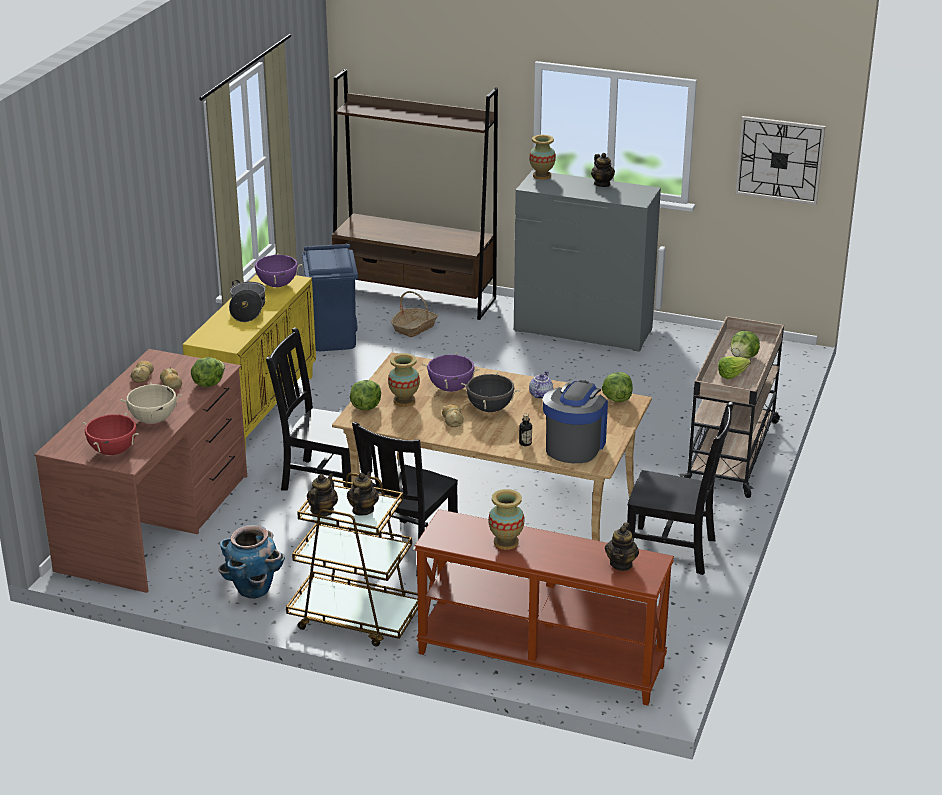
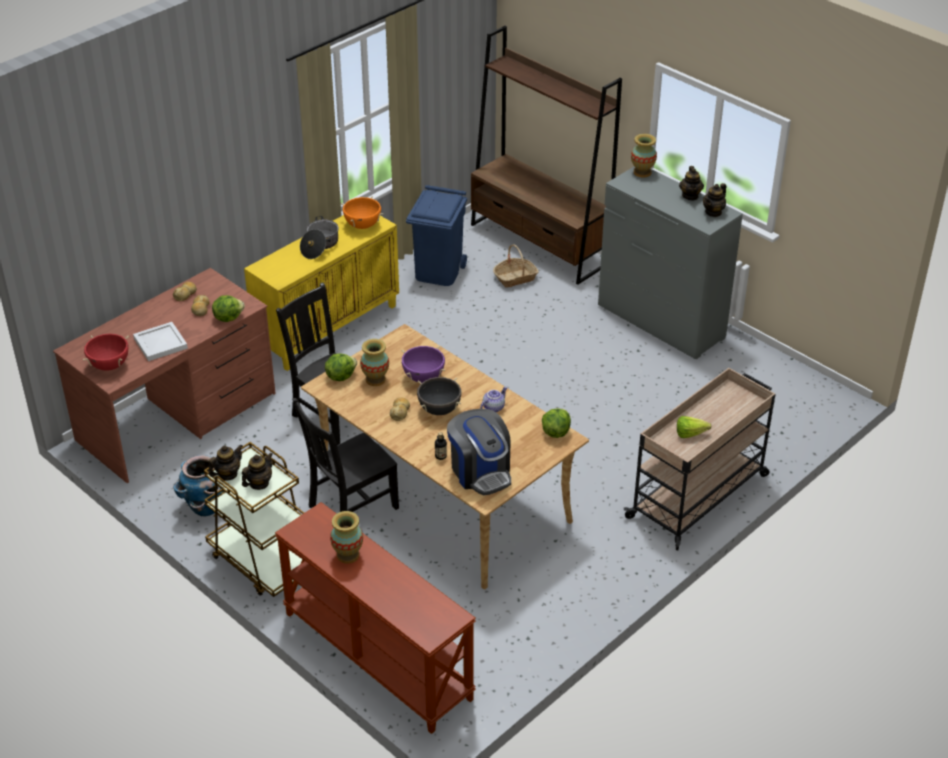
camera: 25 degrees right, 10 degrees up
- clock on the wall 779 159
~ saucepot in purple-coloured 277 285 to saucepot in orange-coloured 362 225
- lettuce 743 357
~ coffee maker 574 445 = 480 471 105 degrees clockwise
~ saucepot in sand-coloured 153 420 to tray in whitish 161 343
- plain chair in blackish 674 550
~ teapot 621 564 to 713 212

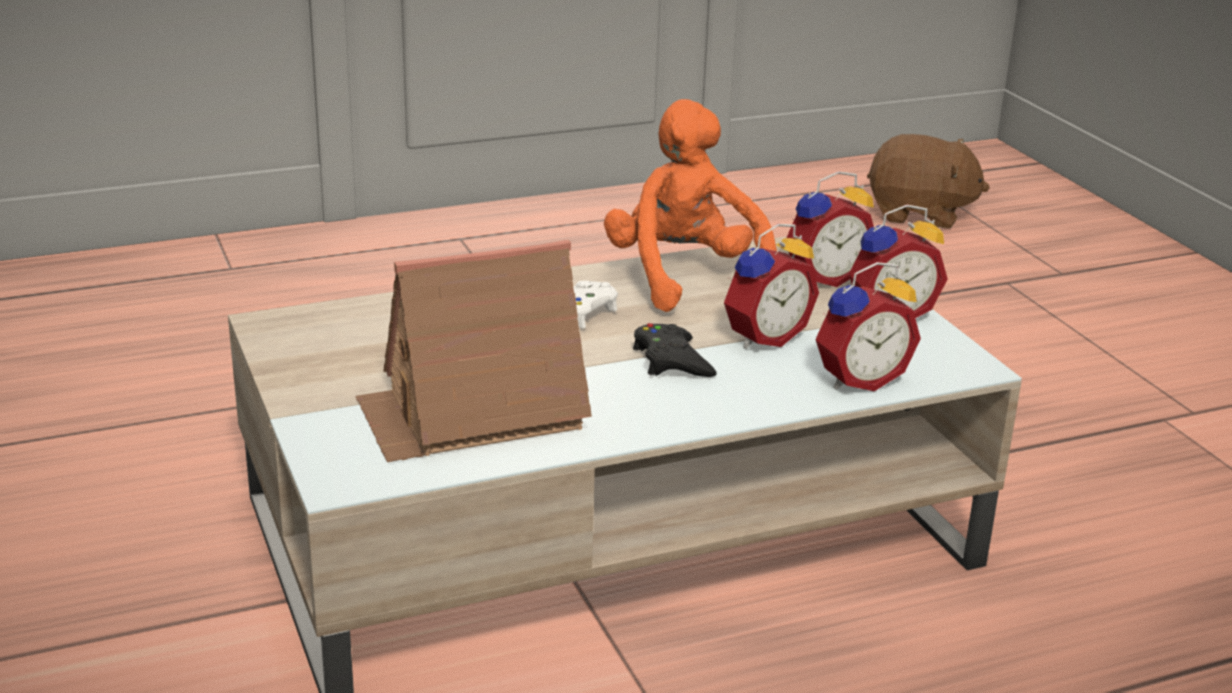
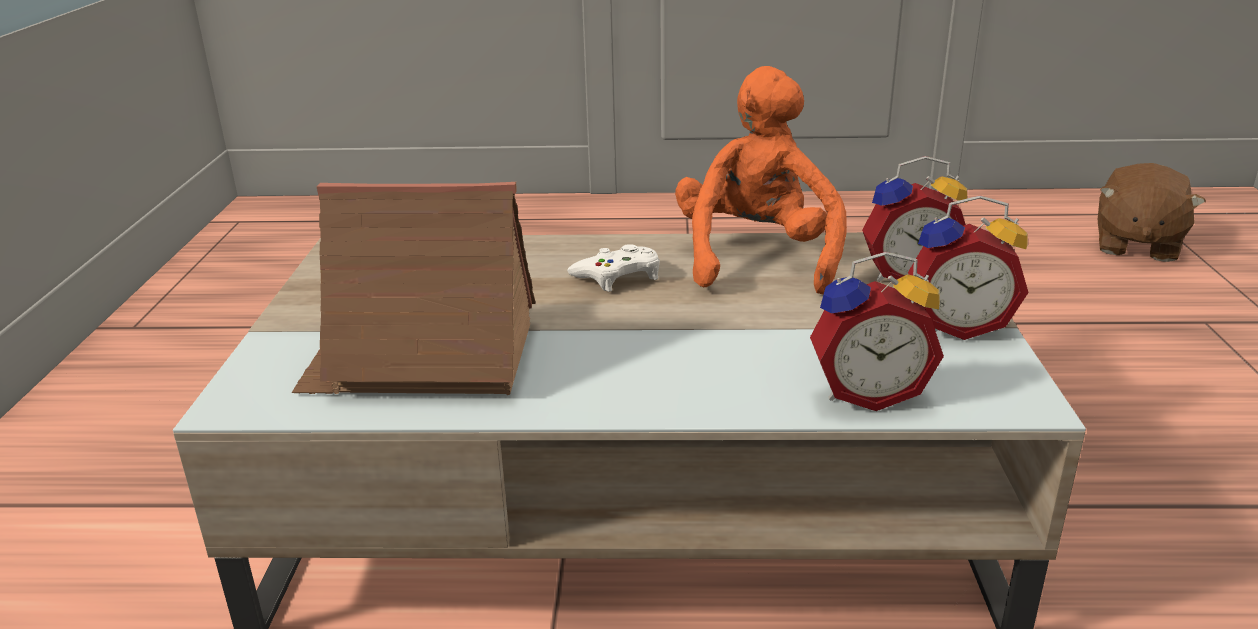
camera: 25 degrees right, 0 degrees up
~ soft toy in brownish 920 214 = 1135 245 75 degrees clockwise
- bedside clock 763 337
- game controller in blackish 671 361

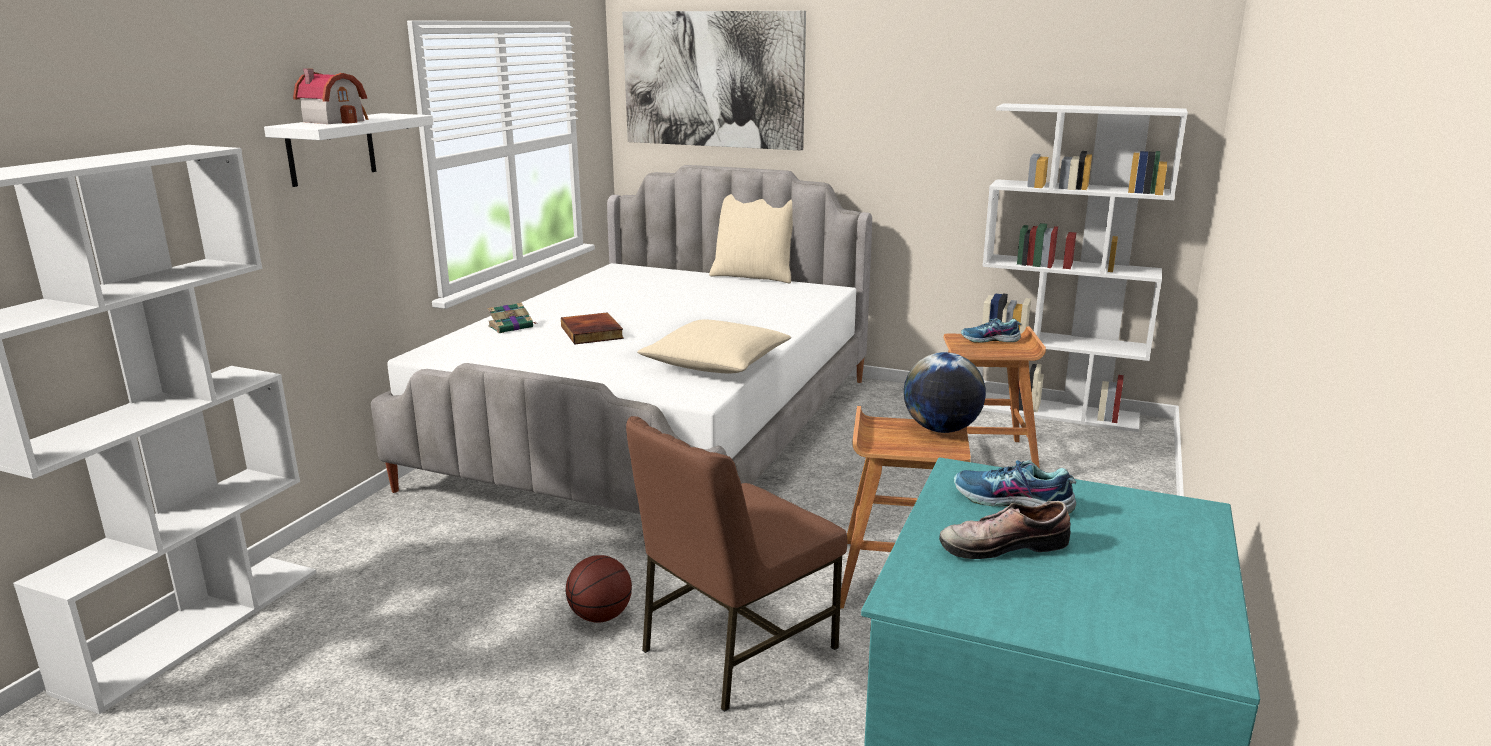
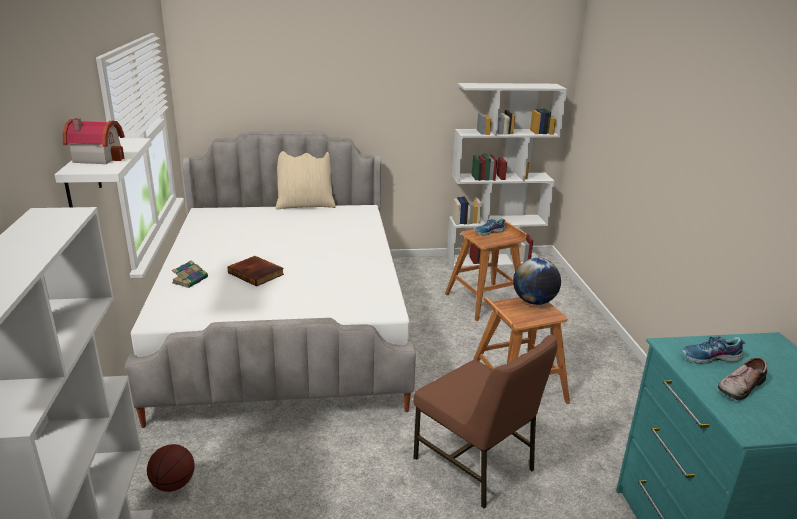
camera: 30 degrees left, 5 degrees up
- wall picture 713 79
- cushion in sand-coloured 716 363
~ plain chair in brownish 735 648 = 476 464 60 degrees counterclockwise
~ basketball ball 600 616 to 173 484

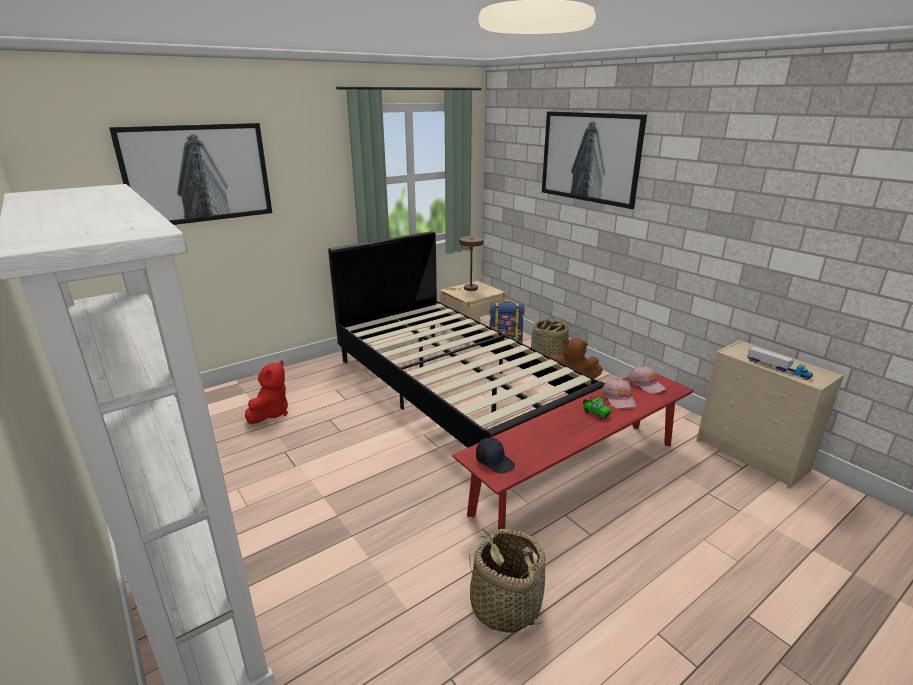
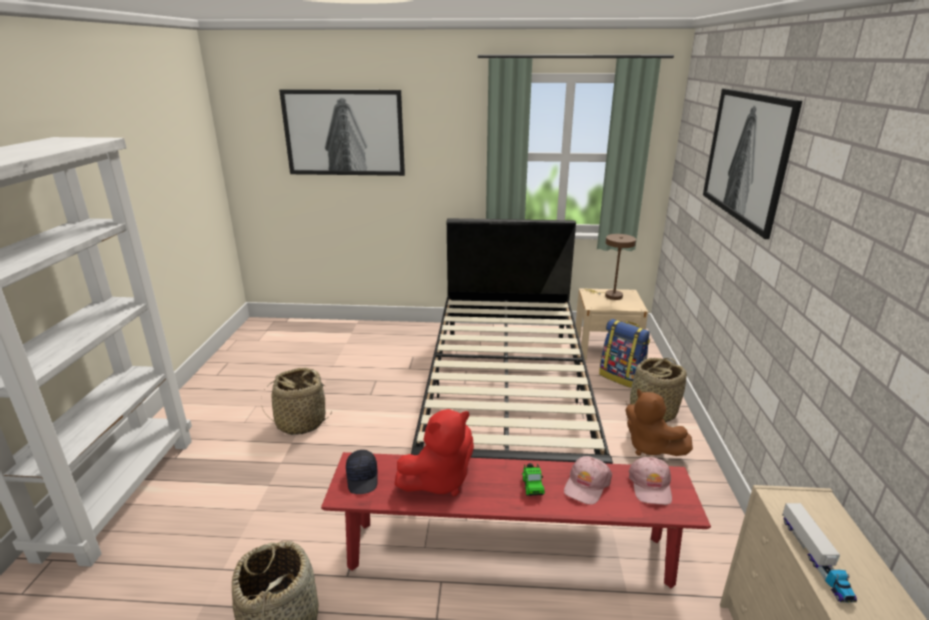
camera: 40 degrees right, 0 degrees up
~ soft toy in red-coloured 270 413 to 439 480
+ basket 301 422

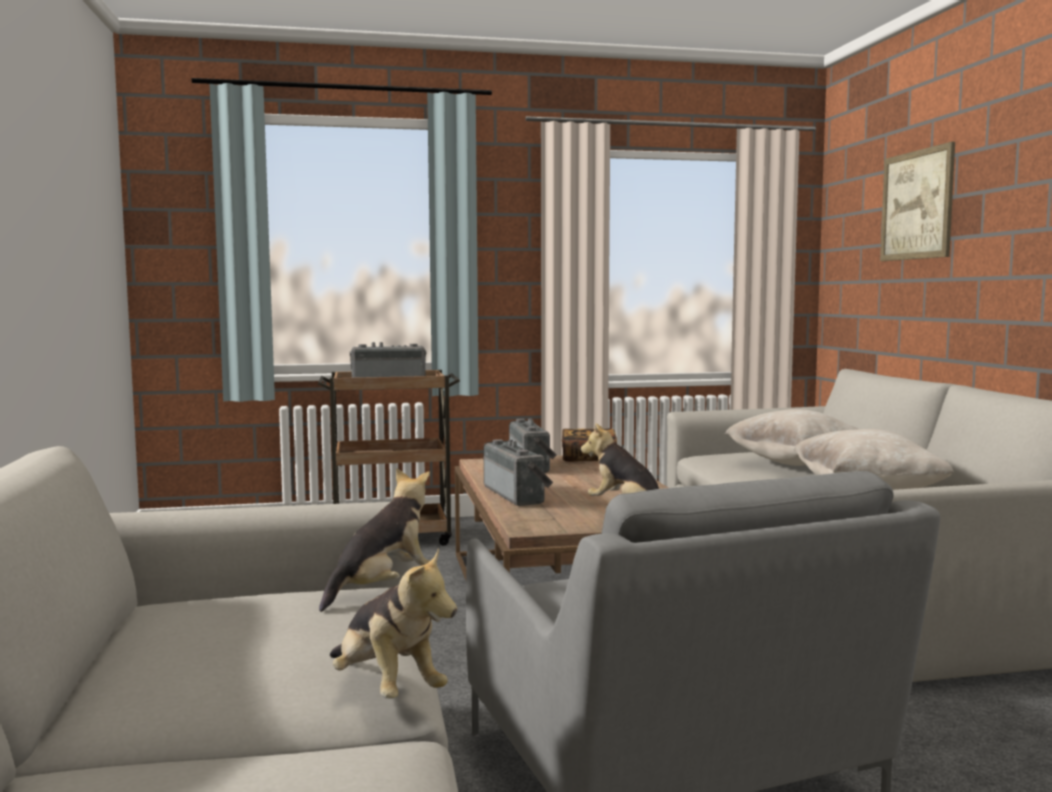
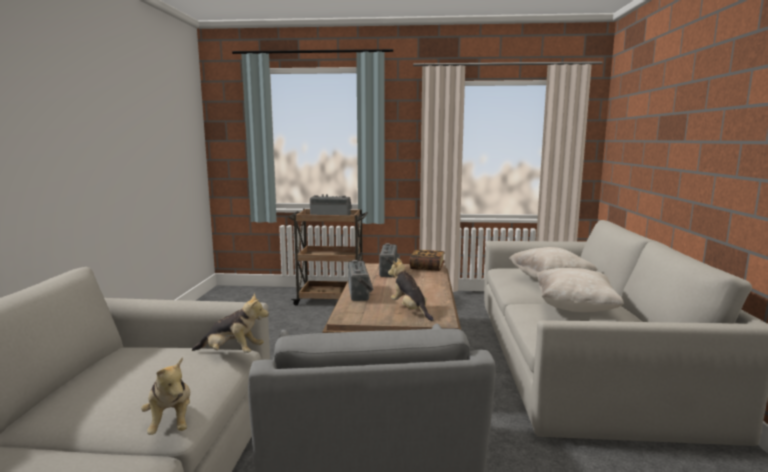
camera: 15 degrees right, 5 degrees up
- wall picture 917 205
~ soft toy 383 589 = 232 353 45 degrees clockwise

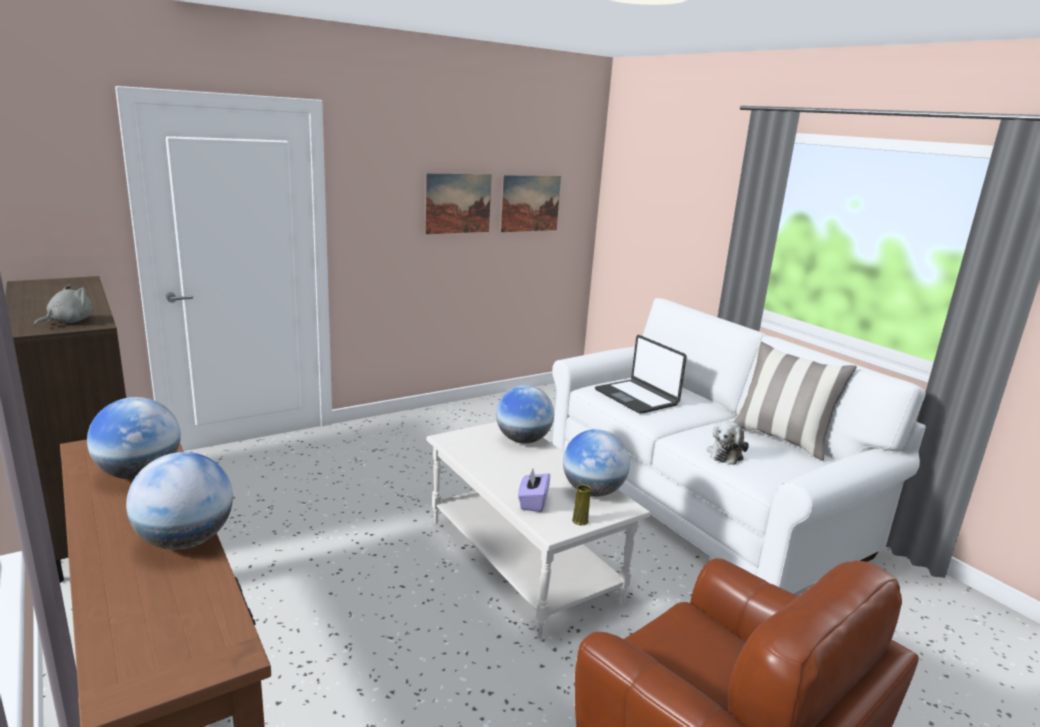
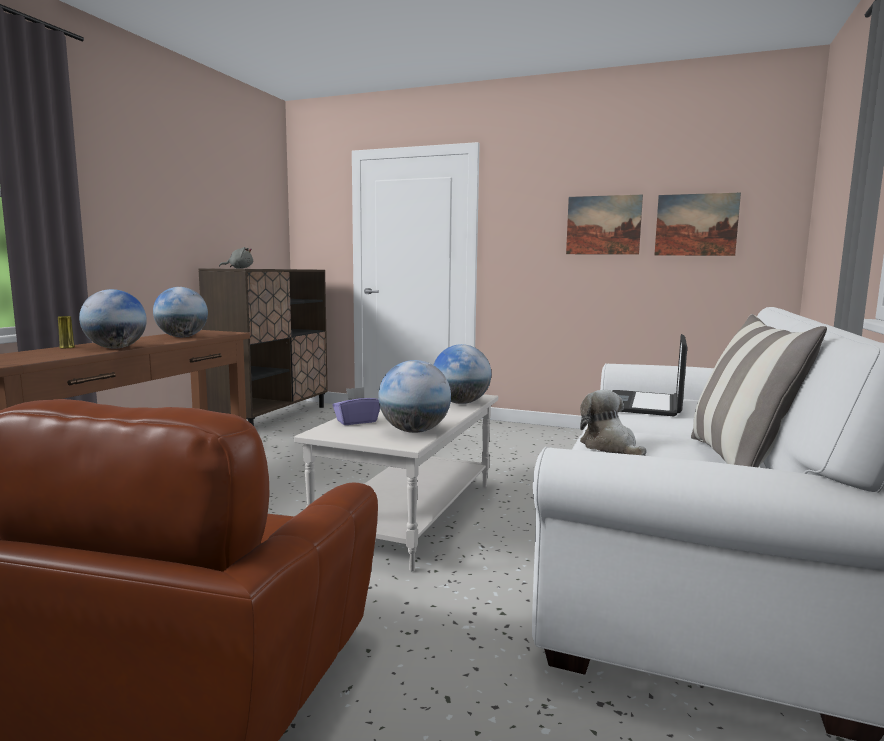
camera: 55 degrees right, 10 degrees down
~ soft toy 725 454 = 610 447 75 degrees clockwise
~ flower vase in yellow-coloured 580 521 to 67 347

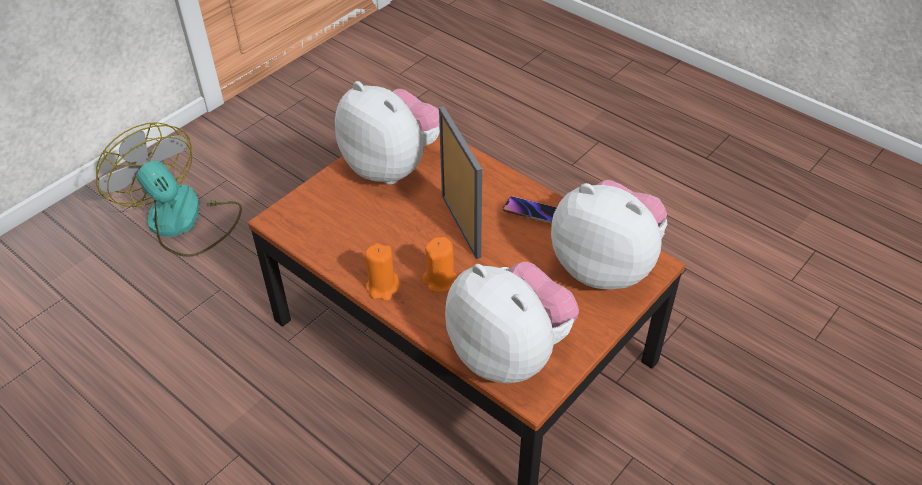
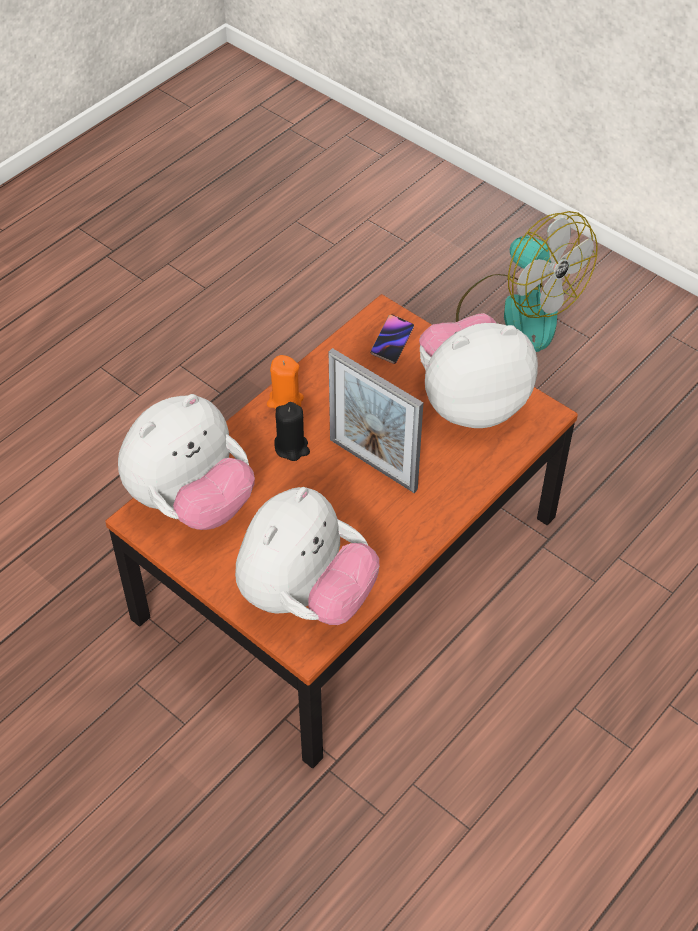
camera: 90 degrees right, 5 degrees up
~ soft toy 392 166 = 470 402 150 degrees counterclockwise
~ picture frame 461 225 = 373 464 60 degrees clockwise
~ fan 183 222 = 517 311 90 degrees clockwise
~ handset 531 212 to 392 341
~ wax candle in orange-coloured 441 280 to wax candle in blackish 292 447

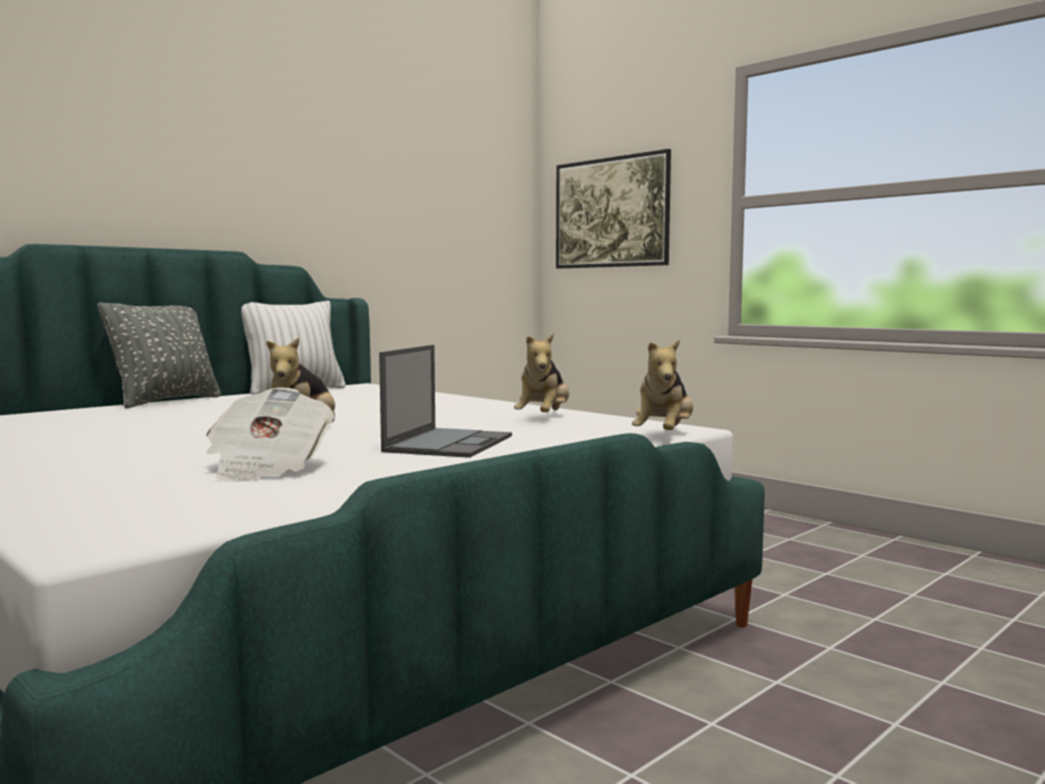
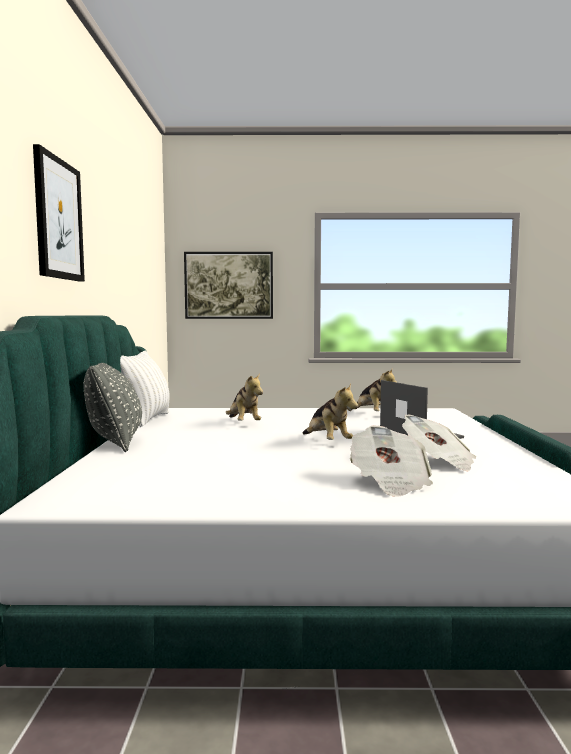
camera: 45 degrees left, 0 degrees up
~ soft toy 664 435 to 243 423
+ wall picture 58 219
+ printed paper 390 482

